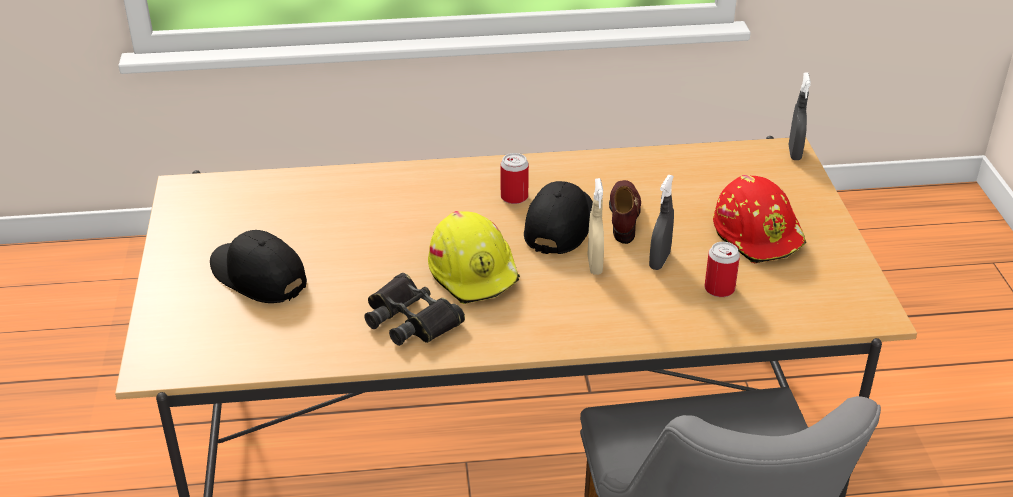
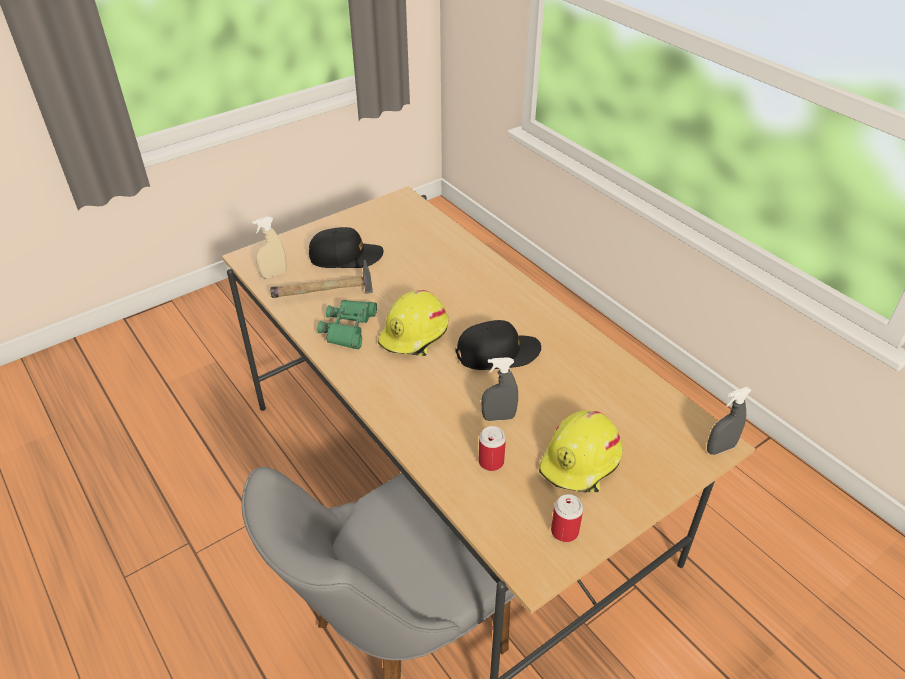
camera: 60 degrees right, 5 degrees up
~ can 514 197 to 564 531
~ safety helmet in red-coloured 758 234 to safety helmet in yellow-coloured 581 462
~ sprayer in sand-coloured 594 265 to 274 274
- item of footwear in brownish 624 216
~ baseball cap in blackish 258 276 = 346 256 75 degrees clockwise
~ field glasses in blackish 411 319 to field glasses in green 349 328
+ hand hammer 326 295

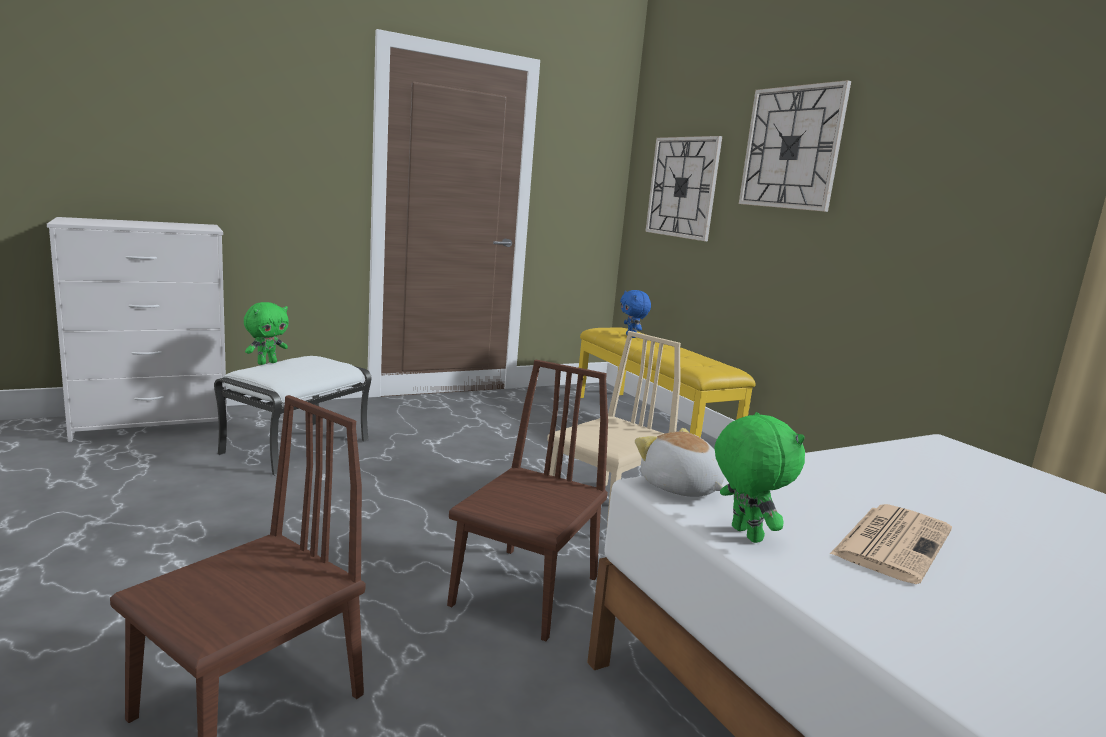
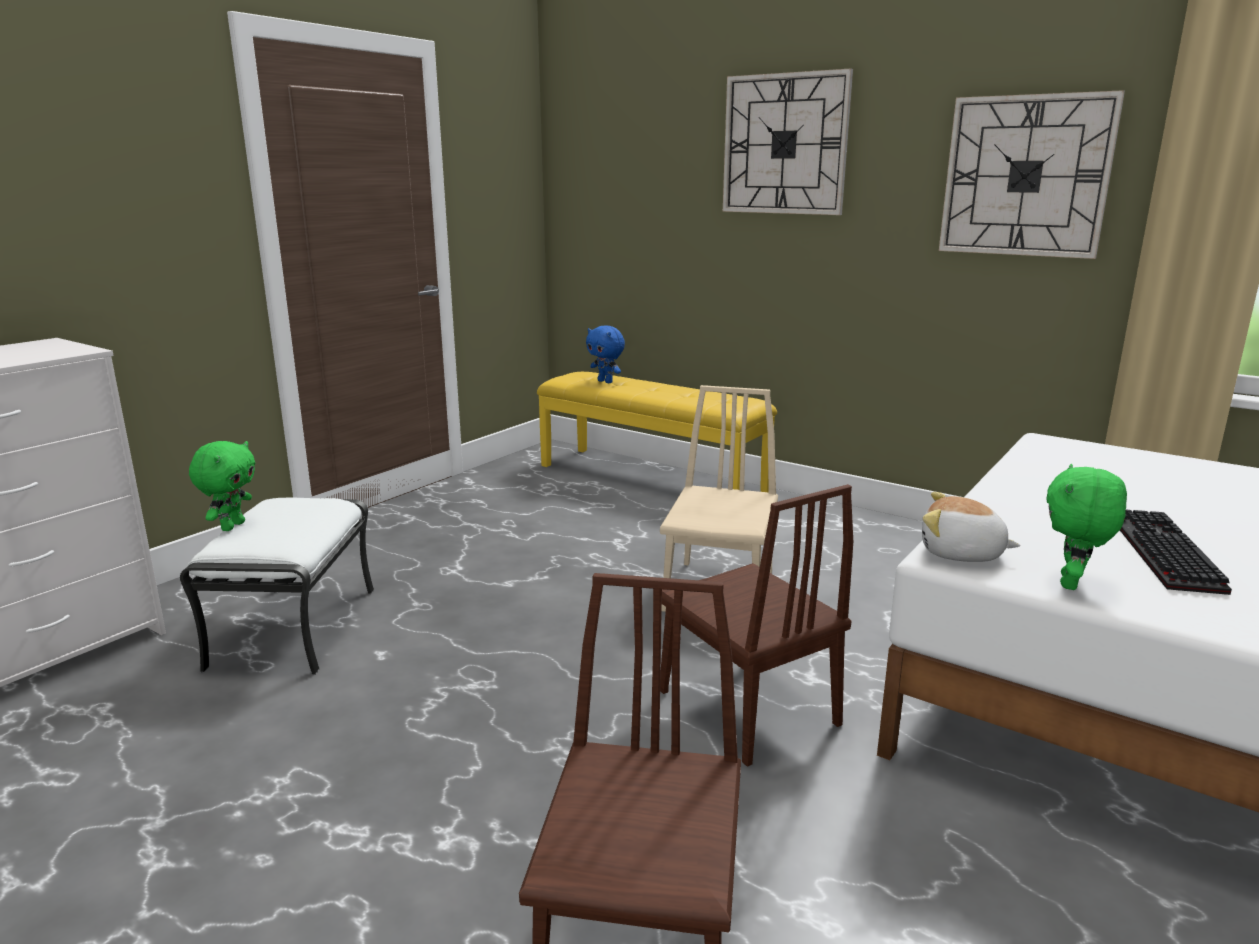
camera: 25 degrees left, 5 degrees up
~ clock on the wall 682 187 to 1025 176
~ plain chair in brownish 525 591 = 747 707 150 degrees clockwise
~ soft toy in green 744 534 = 1072 583 105 degrees counterclockwise
~ printed paper 892 541 to PC keyboard 1159 552

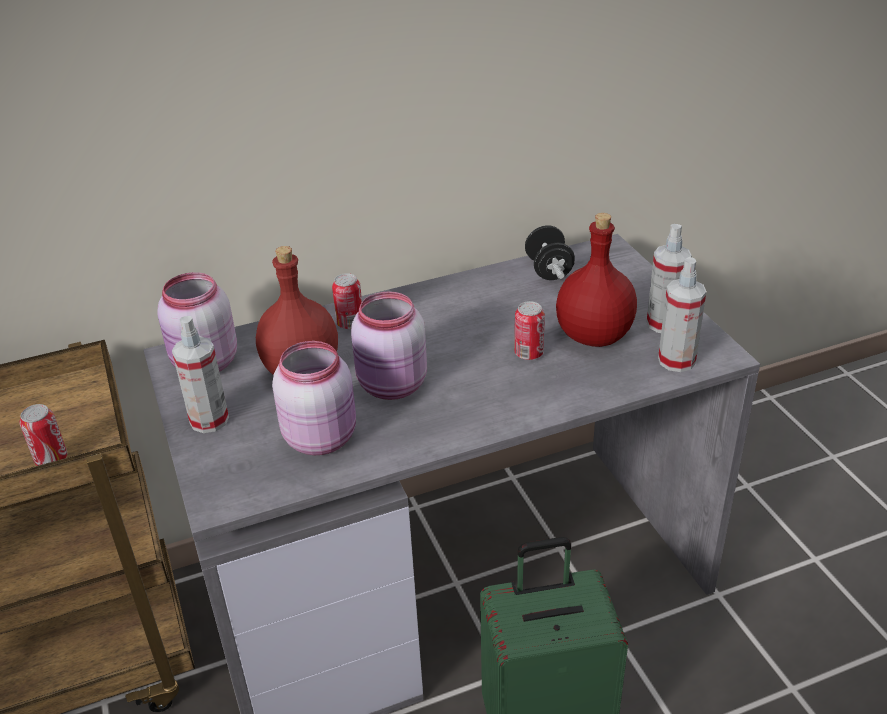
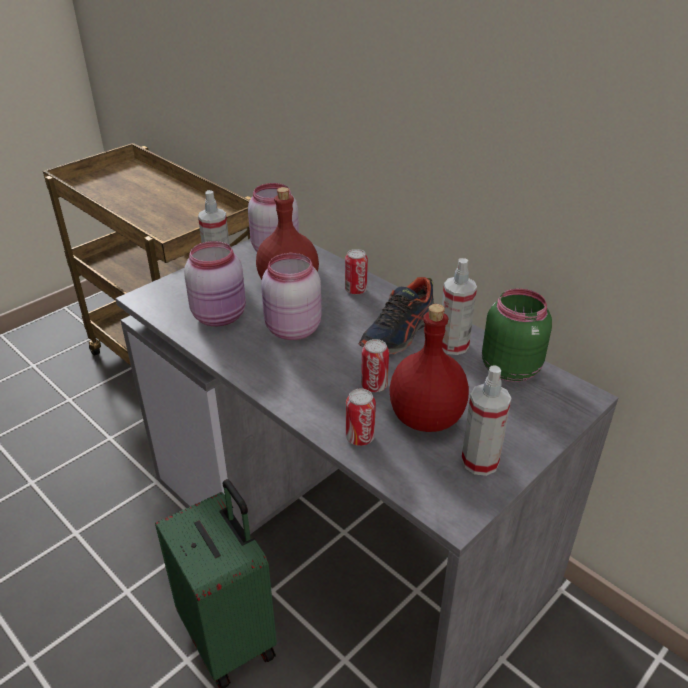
camera: 65 degrees right, 0 degrees up
~ free weight in blackish 548 270 to jar in green 510 368
~ sprayer 676 360 to 453 345
~ can 51 459 to 360 437
+ item of footwear 399 333

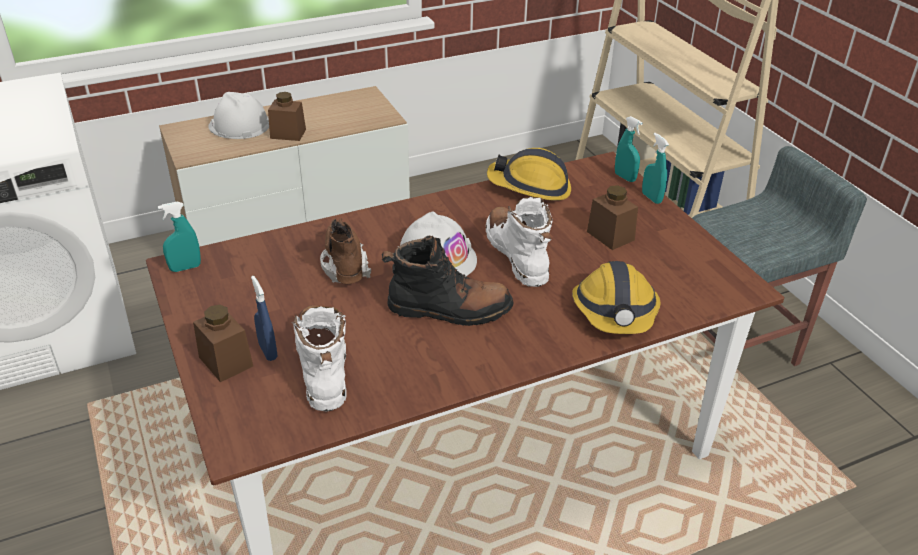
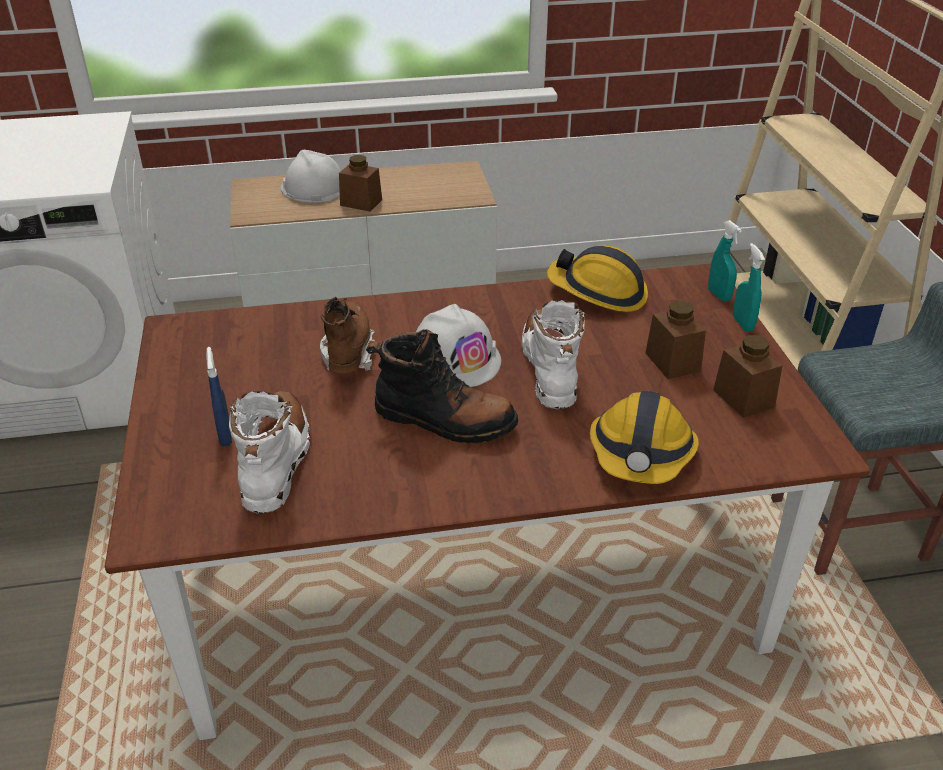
camera: 15 degrees right, 0 degrees up
- sprayer in turquoise-coloured 185 268
~ jar in brownish 226 361 to 743 398

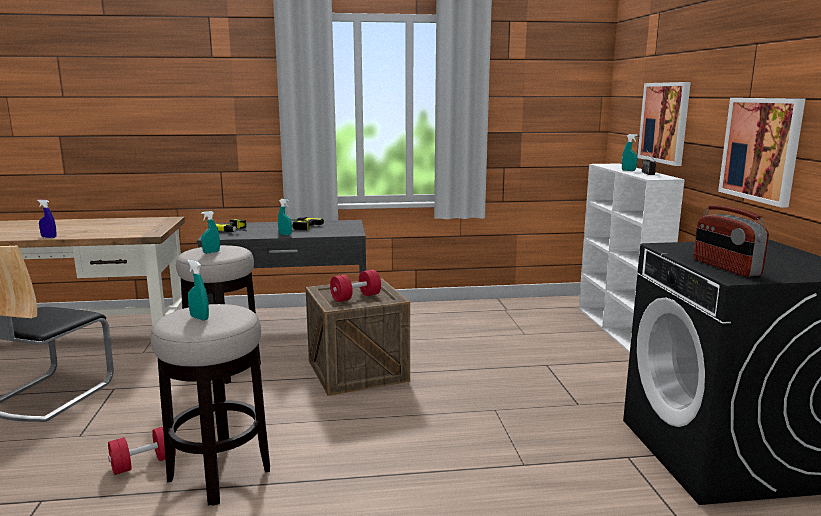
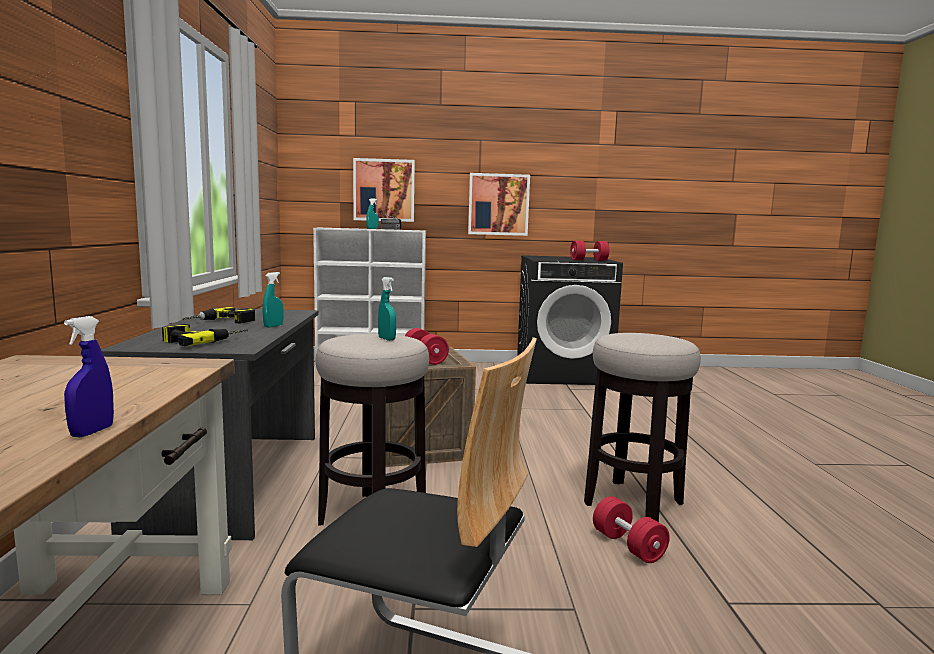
camera: 85 degrees left, 5 degrees down
~ radio set 725 267 to free weight in red-coloured 589 260
- sprayer in turquoise-coloured 199 318

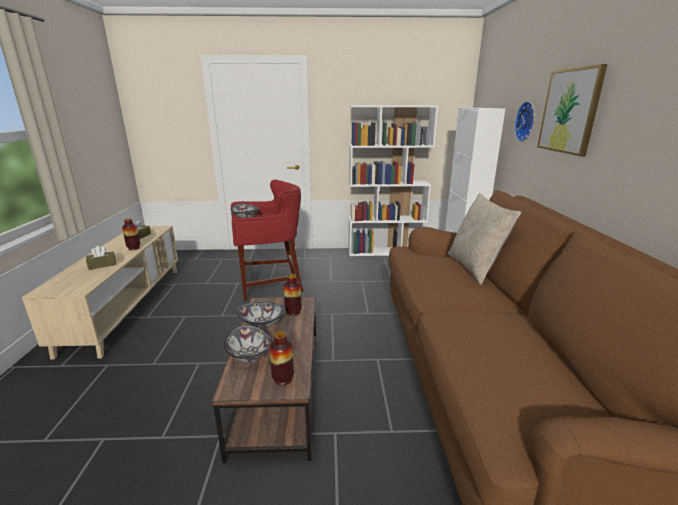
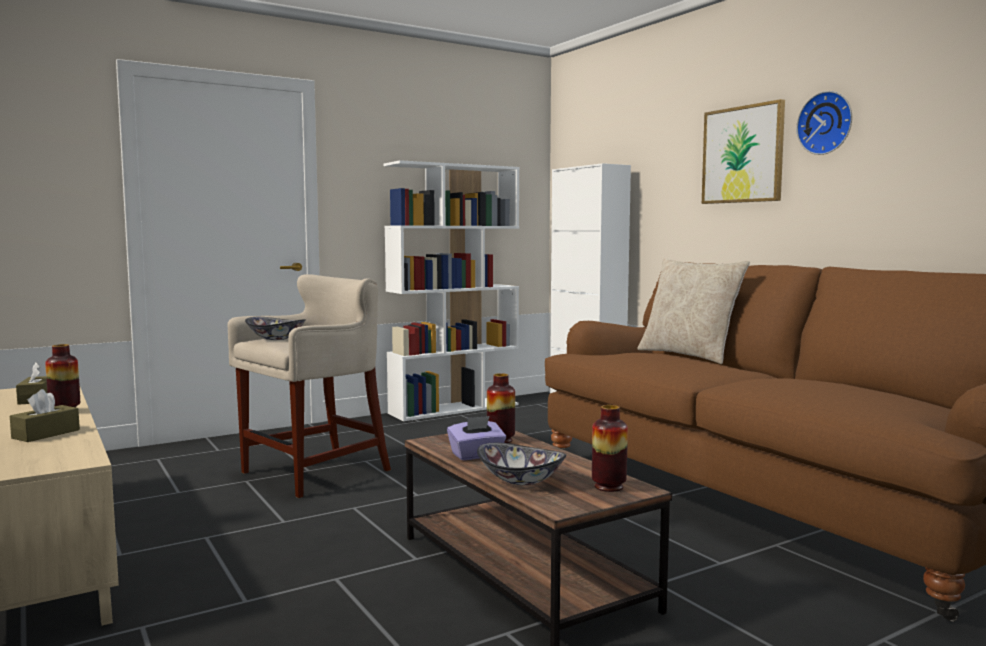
camera: 30 degrees left, 15 degrees down
~ clock on the wall 527 121 to 826 123
~ sitting stool in red-coloured 269 285 to sitting stool in sand-coloured 315 473
~ bowl 262 323 to tissue holder in purple-coloured 476 455

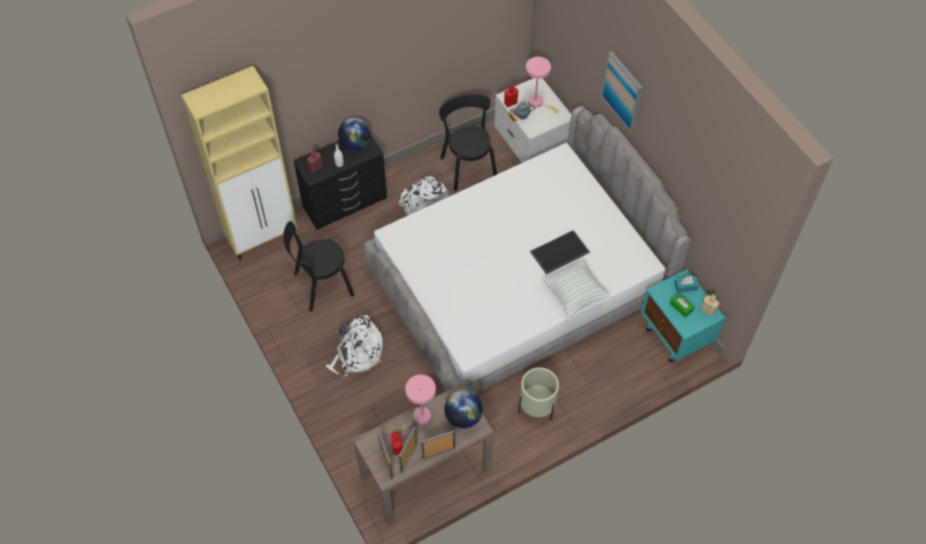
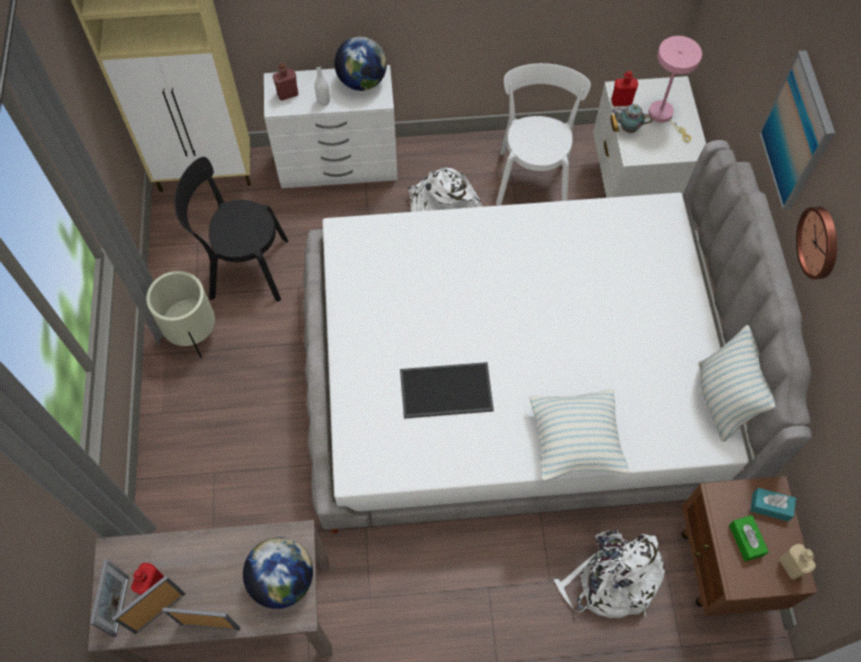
camera: 25 degrees right, 5 degrees up
~ plain chair in blackish 468 165 to plain chair in whitish 533 176
~ dresser in blackish 345 202 to dresser in whitish 339 166
~ tray 559 253 to 445 392
~ nightstand in turquoise-coloured 675 337 to nightstand in brownish 724 566
~ rucksack in whitish 357 354 to 610 580
~ planter in sand-coloured 537 408 to 194 334
- lamp for a table in pinkish 419 418
+ clock on the wall 820 242
+ cushion 722 400

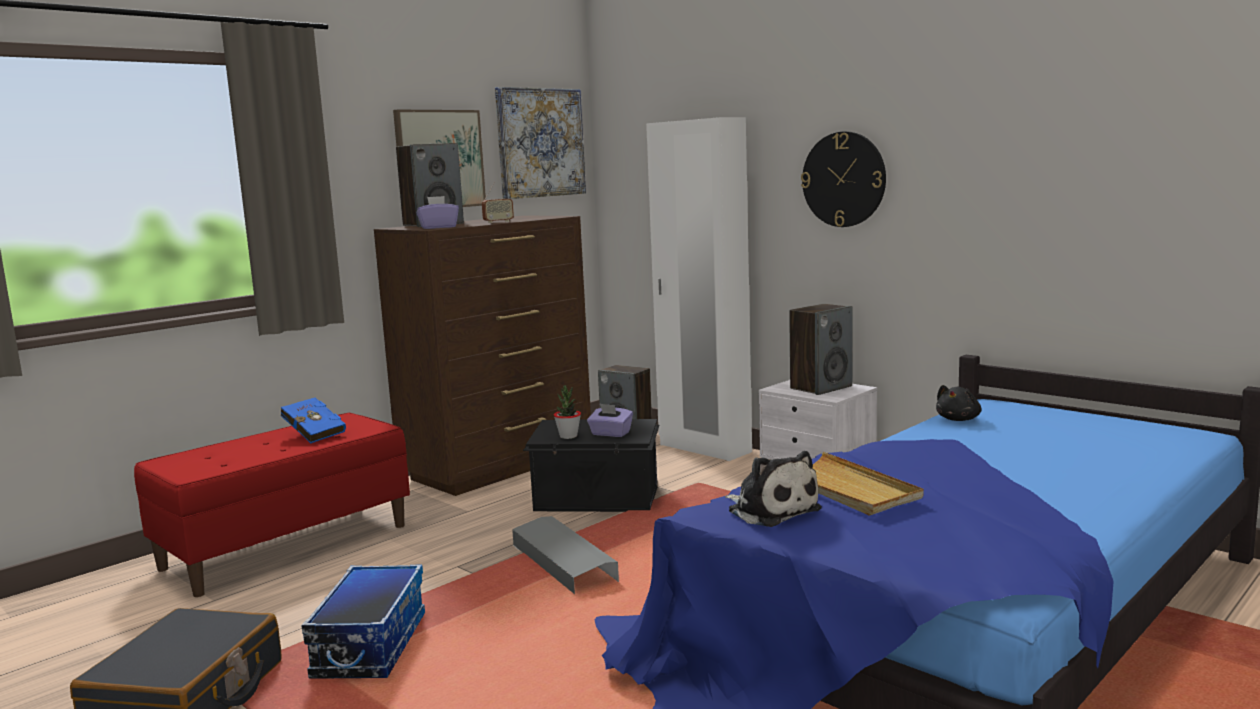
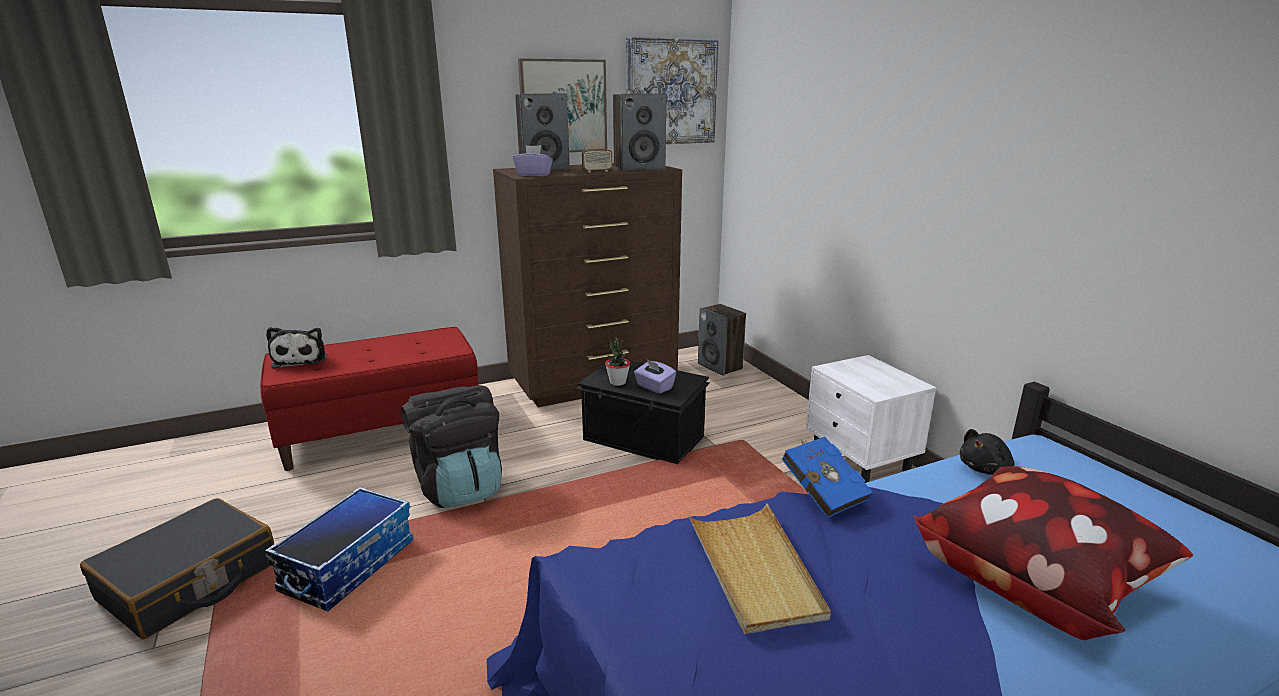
camera: 20 degrees right, 10 degrees up
- armoire in whitish 704 448
- clock on the wall 843 179
~ speaker 821 387 to 639 168
~ volume in blue 314 434 to 822 492
~ soft toy 771 510 to 301 359
- storage container in grey 563 563
+ rucksack in blackish 459 487
+ cushion 1033 582

